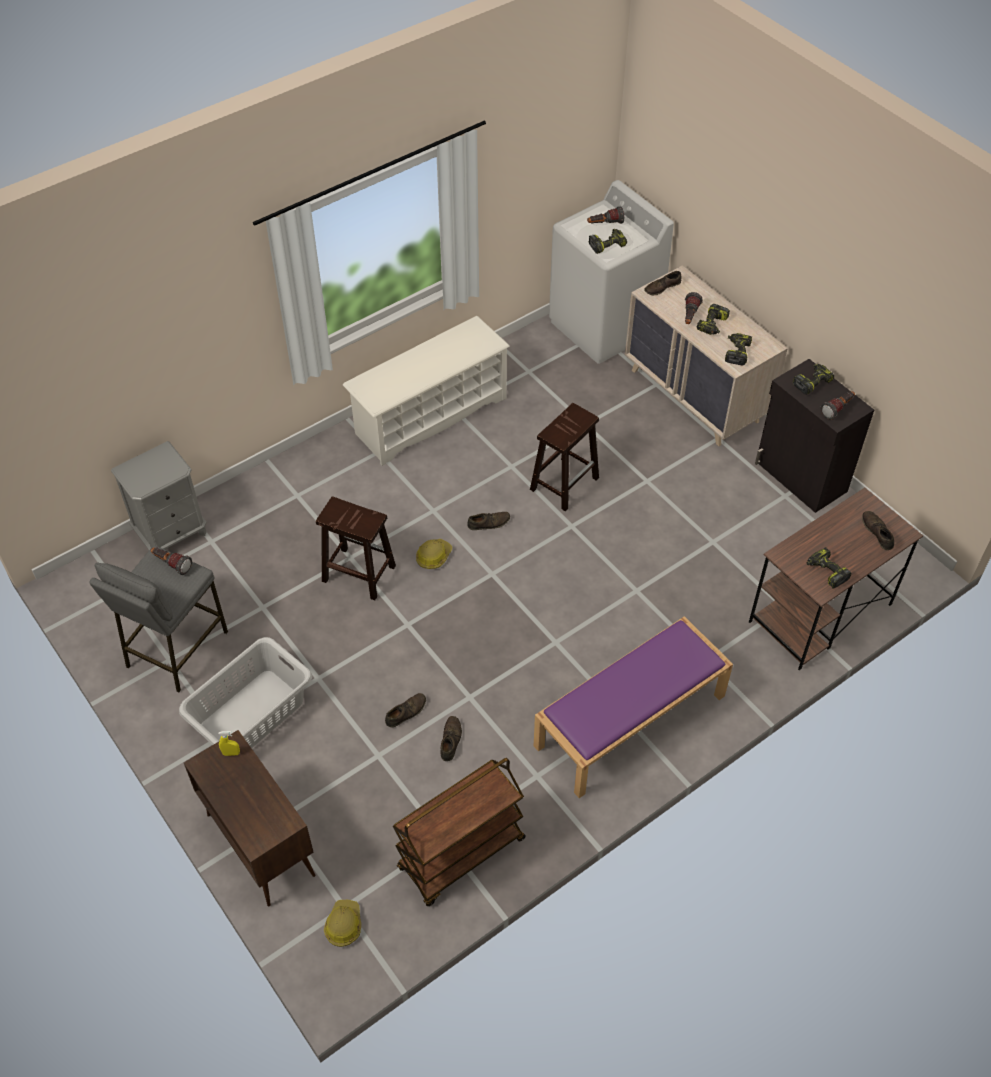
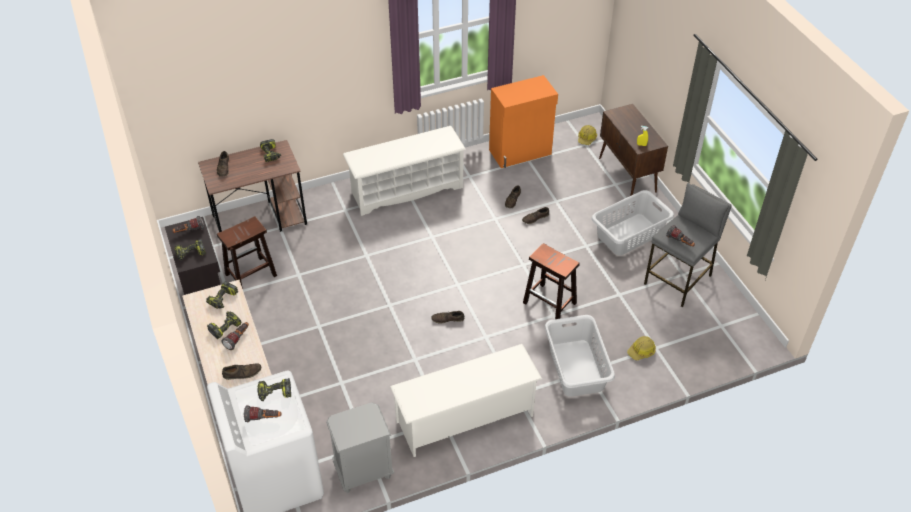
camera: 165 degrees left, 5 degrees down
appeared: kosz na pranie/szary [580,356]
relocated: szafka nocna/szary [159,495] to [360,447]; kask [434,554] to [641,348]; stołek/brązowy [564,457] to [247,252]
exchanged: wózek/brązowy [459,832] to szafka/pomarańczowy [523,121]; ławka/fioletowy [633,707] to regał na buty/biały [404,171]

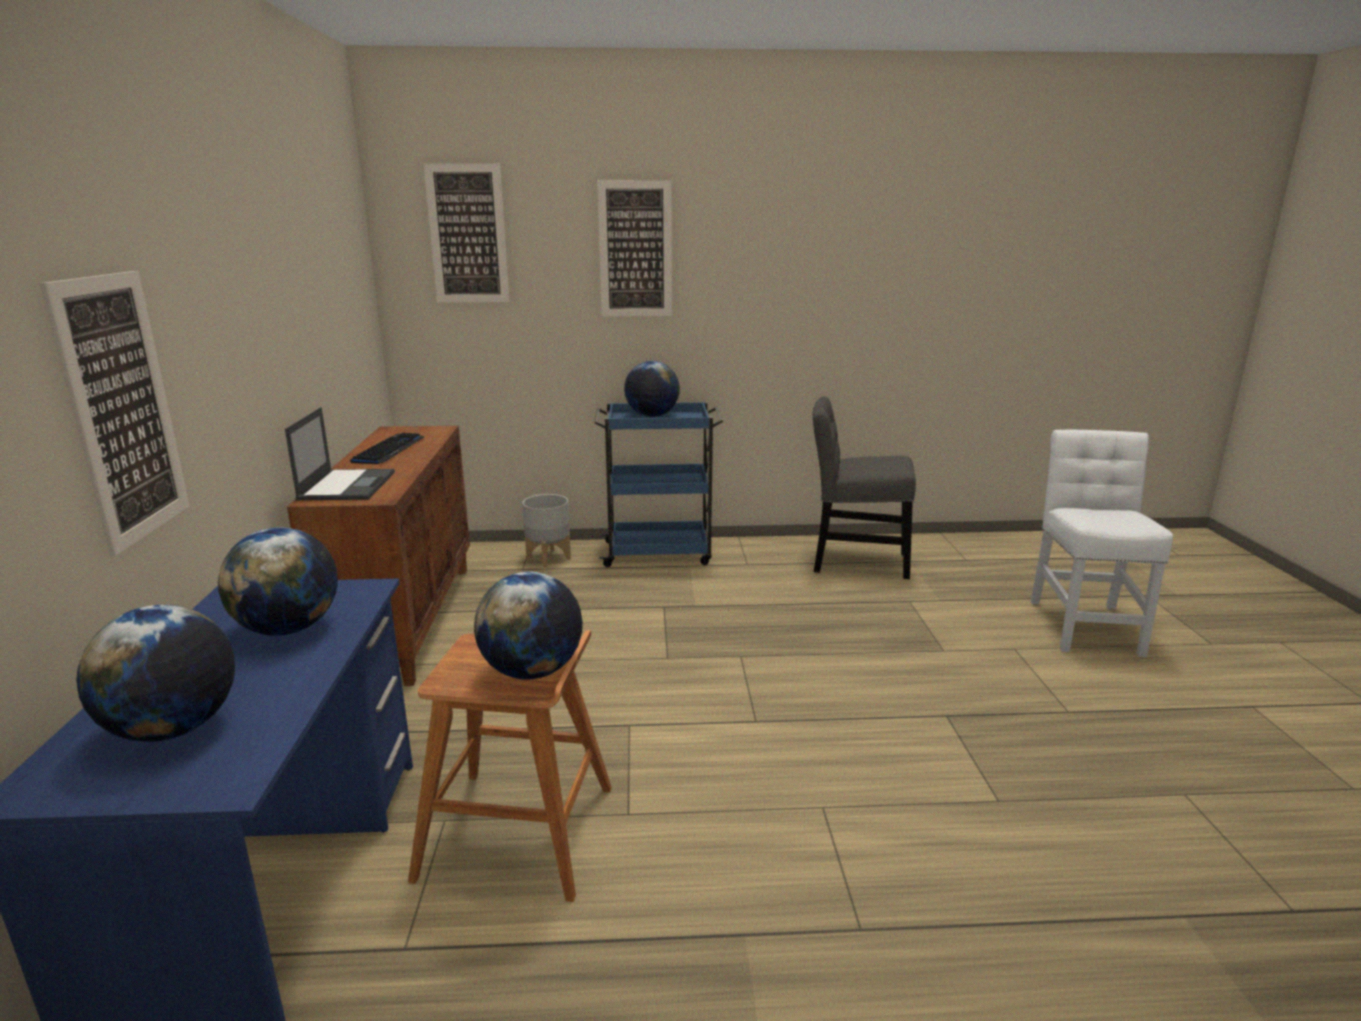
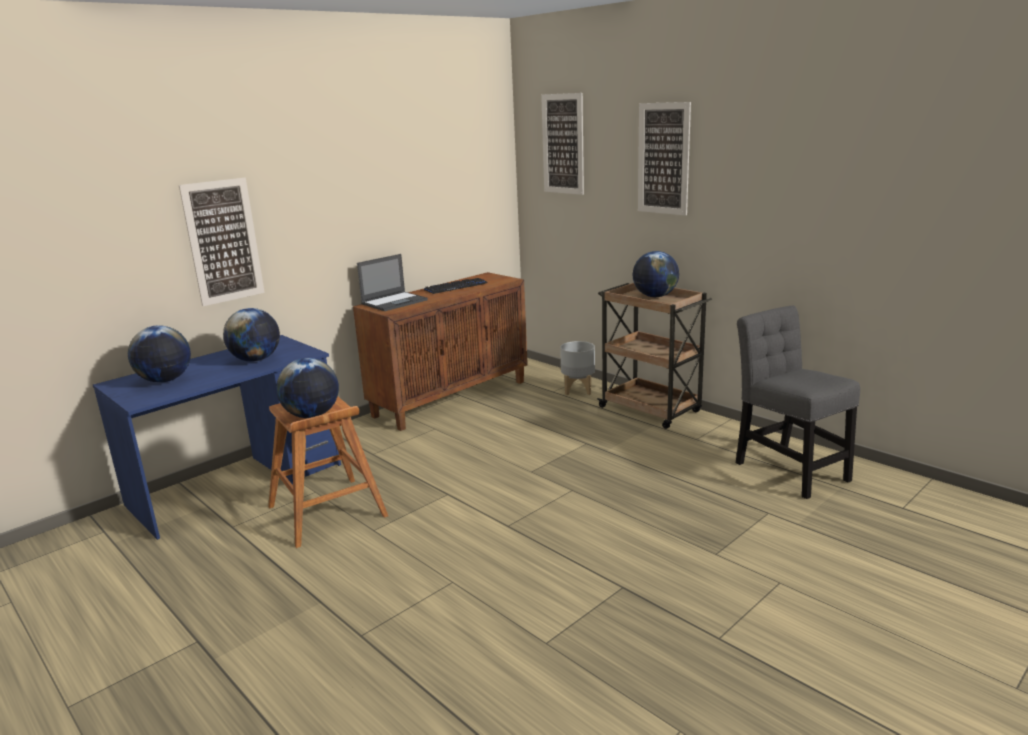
camera: 50 degrees right, 0 degrees up
missing: krzesło/biały [1102,543]
colour: wózek/niebieski [658,484] to wózek/brązowy [654,356]

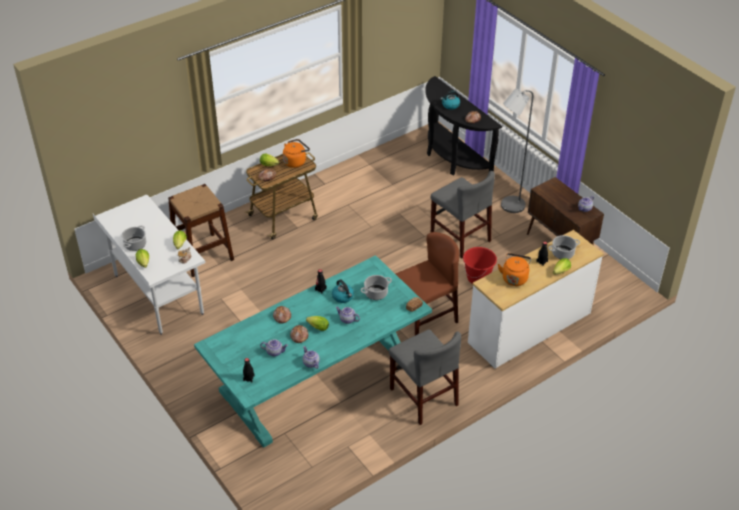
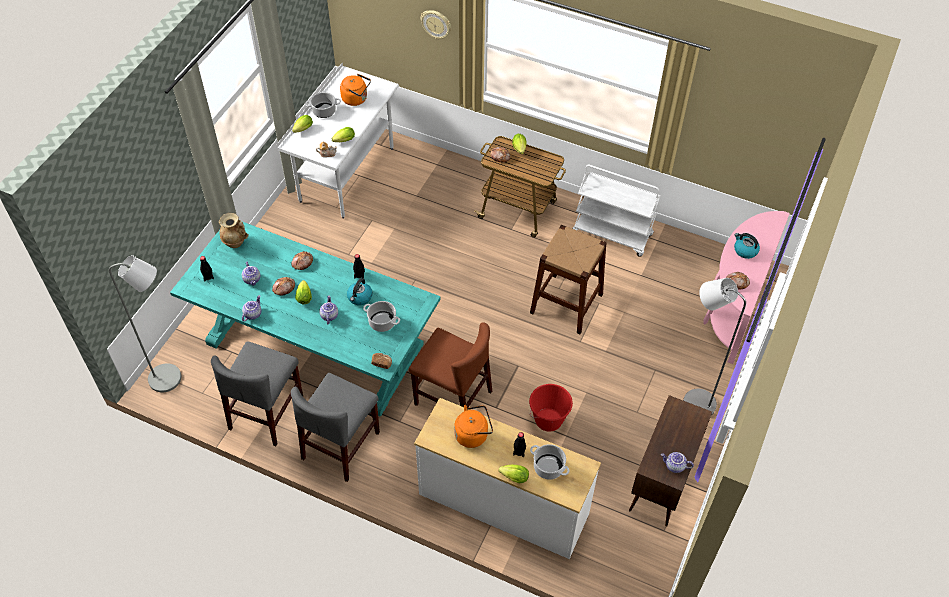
camera: 60 degrees right, 10 degrees up
appeared: lampa stojąca/szary [145,323]; wazon/beżowy [234,230]; zegar ścienny [436,24]; wózek/biały [616,211]
relocated: stołek/brązowy [201,230] to [568,279]; czajnik/pomarańczowy [296,153] to [355,90]; krzesło/szary [463,214] to [257,393]
colour: stolik konsolowy/czarny [463,126] to stolik konsolowy/różowy [746,287]

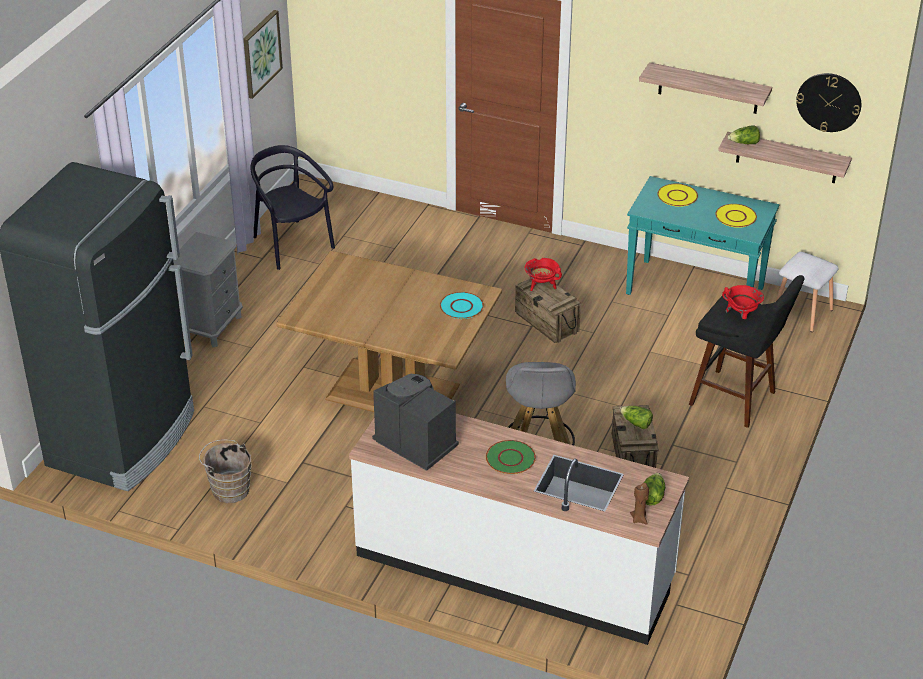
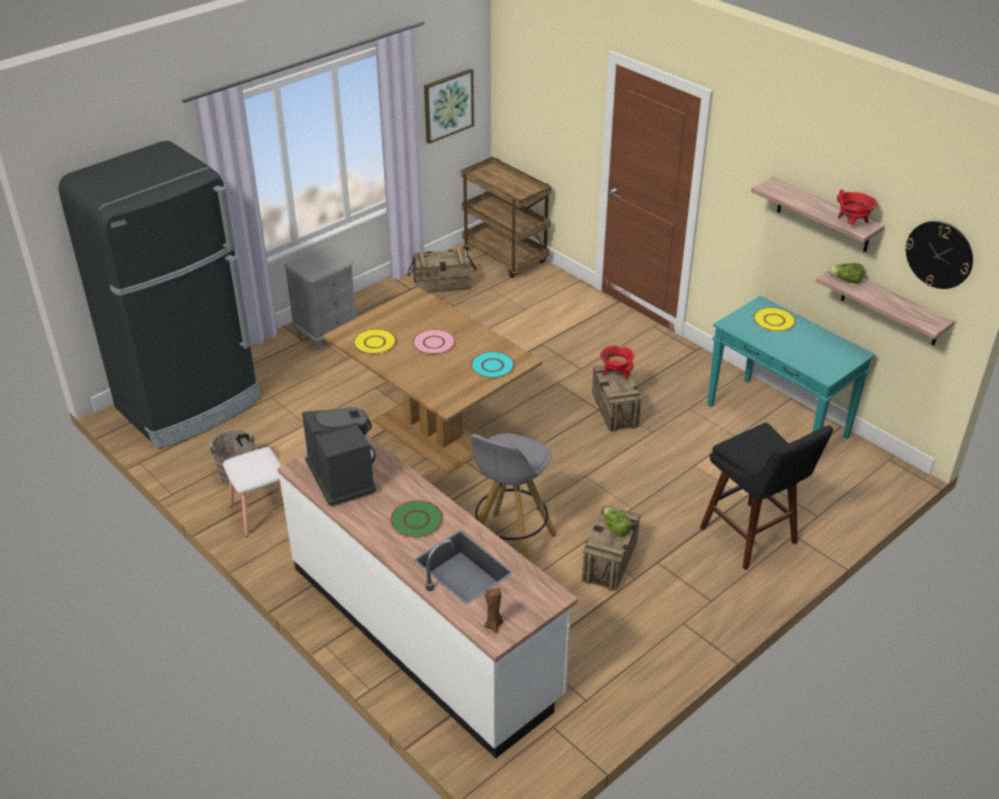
camera: 25 degrees right, 0 degrees up
missing: sałata [654,489]
appeared: talerz/różowy [434,342]; wózek/brązowy [506,217]
relocated: talerz/żółty [736,216] to [374,341]; garnek/czerwony [743,302] to [857,207]; stołek/biały [807,292] to [253,492]
exchanged: krzesło/czarny [292,207] to skrzynka [441,270]

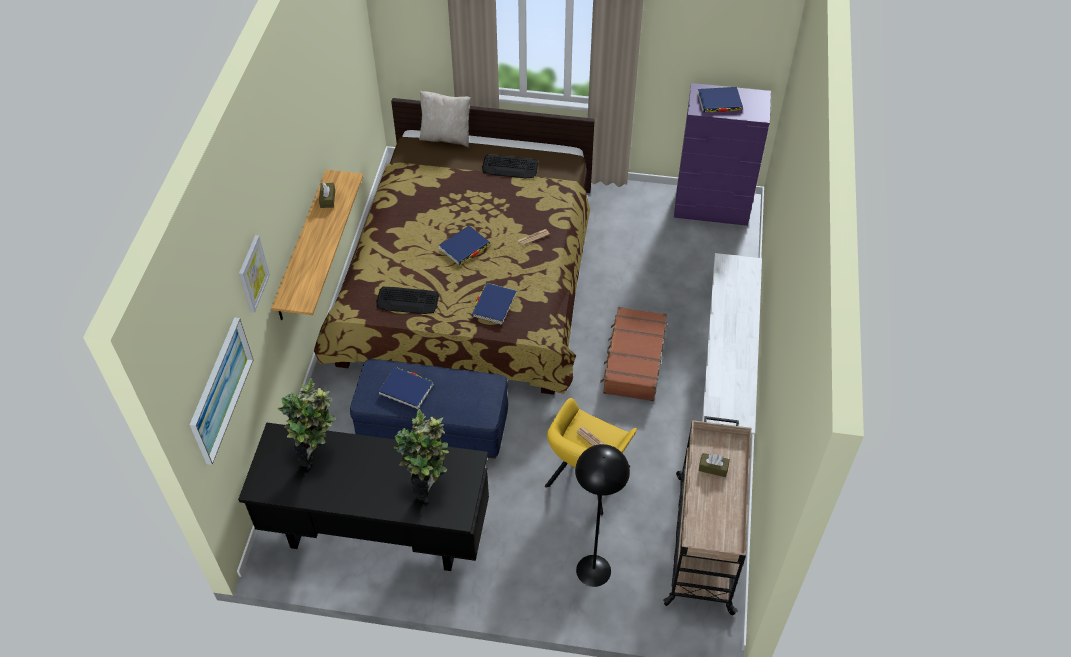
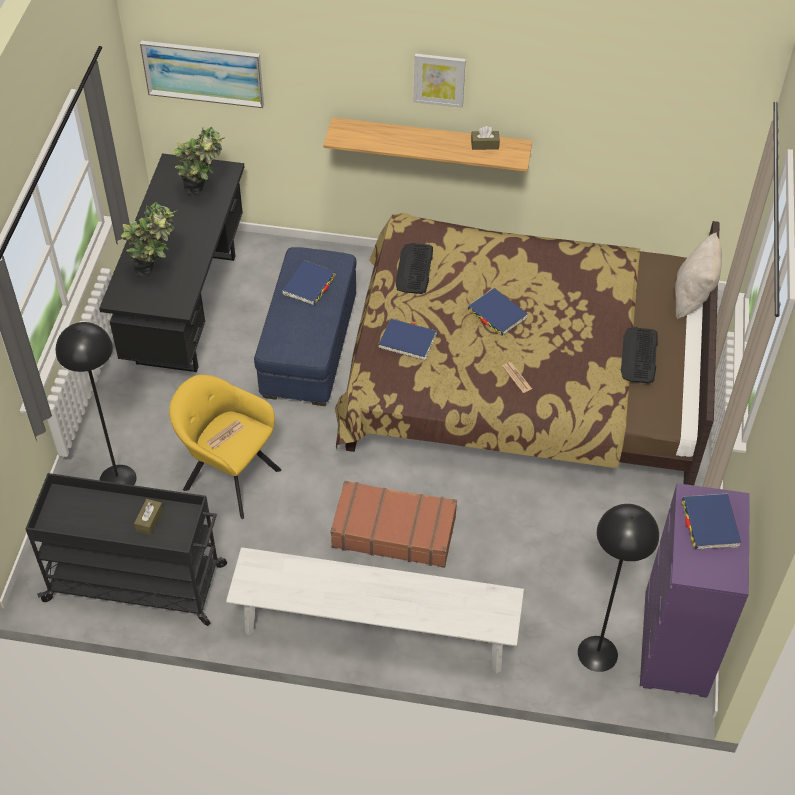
camera: 90 degrees right, 0 degrees up
appeared: lampa stojąca/czarny [618,588]
relocated: obraz [254,274] to [440,80]
colour: wózek/beżowy [707,515] to wózek/czarny [126,549]

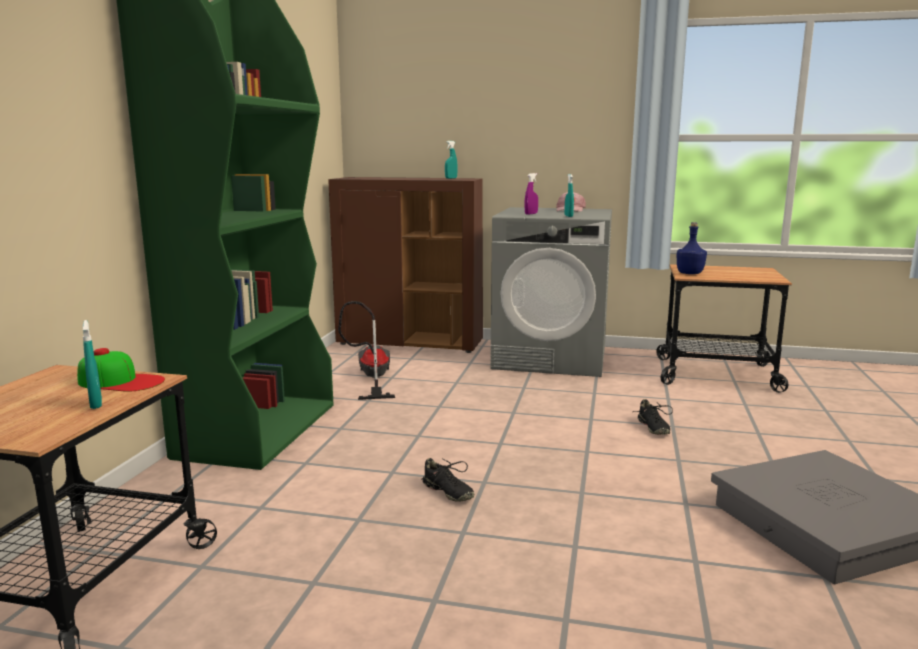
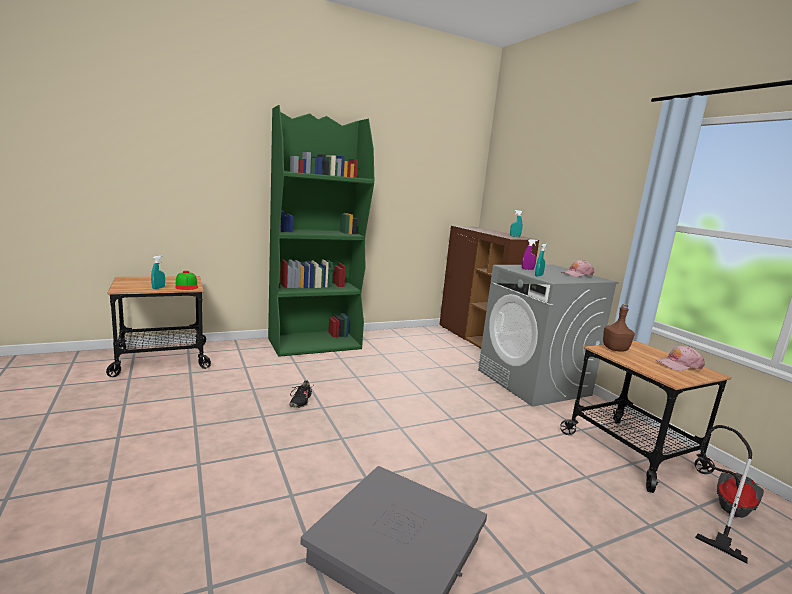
camera: 50 degrees right, 0 degrees up
missing: but/czarny [653,417]
appeared: czapka z daszkiem/różowy [680,358]
relocated: odkurzacz [366,350] to [729,494]
colour: butelka/niebieski [692,248] to butelka/brązowy [619,327]

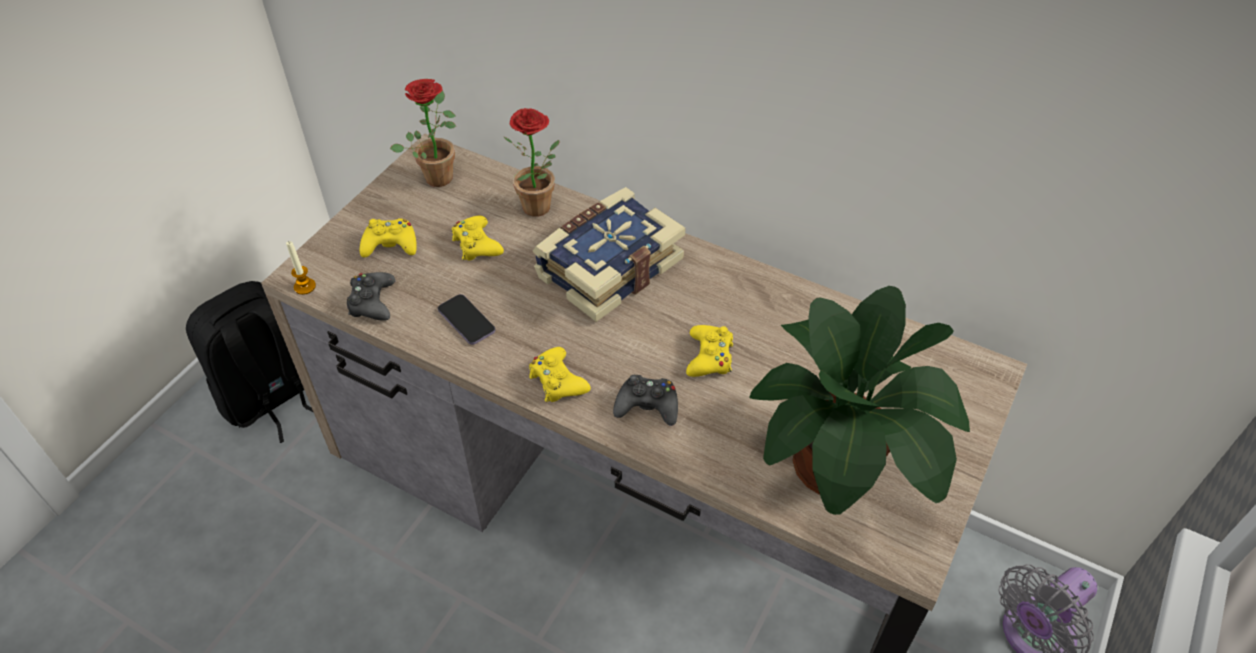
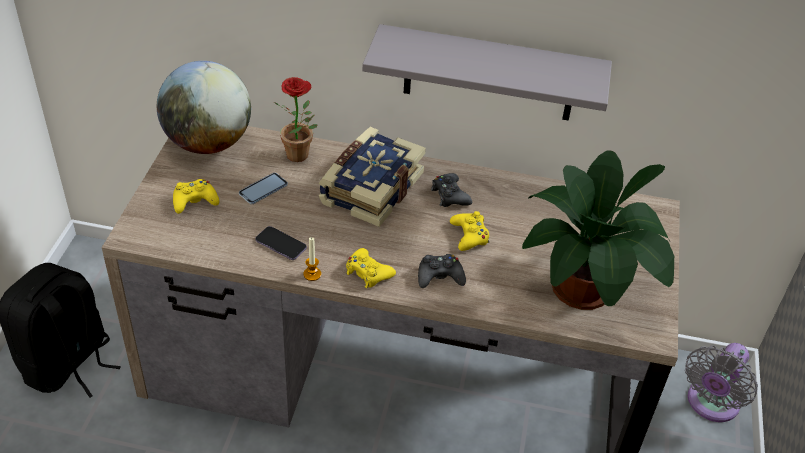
camera: 20 degrees left, 5 degrees down
appeared: półka/szary [487,72]
relocated: świeca [301,268] to [312,259]; pad do gier/czarny [371,296] to [451,190]
exchanged: roślina doniczkowa [423,133] to globus [204,107]; pad do gier/żółty [478,238] to telefon [263,188]

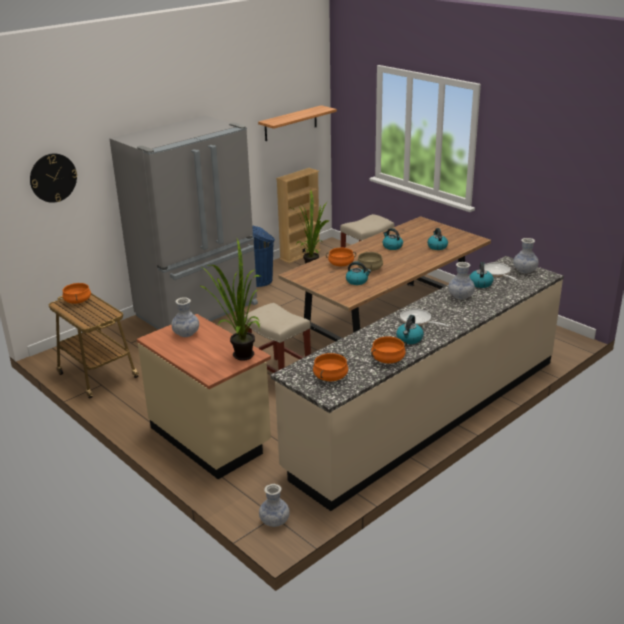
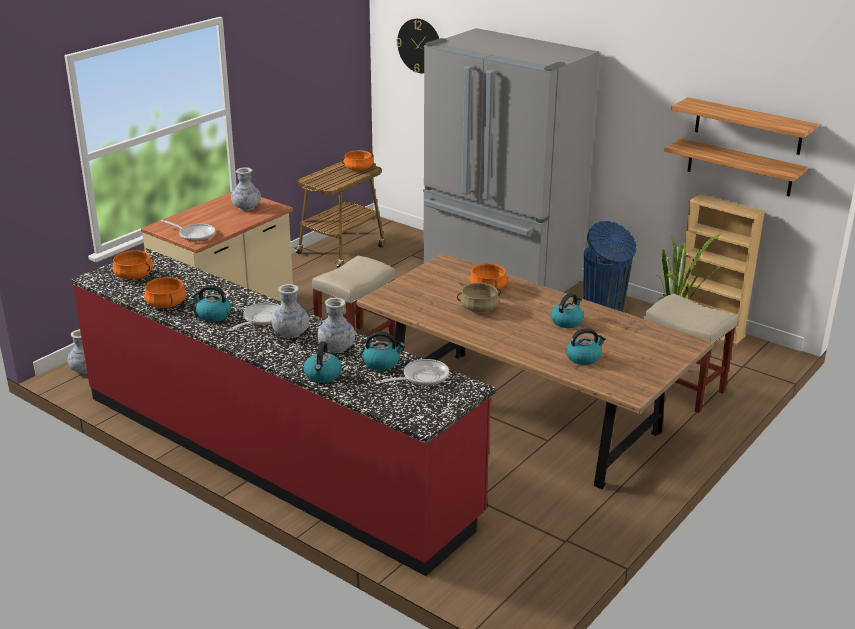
camera: 80 degrees right, 0 degrees up
appeared: półka [736,167]
relocated: czajnik [358,273] to [323,362]; wazon [526,256] to [290,311]
exchanged: roślina doniczkowa [229,300] to patelnia [188,230]
colour: zabudowa kuchenna/beżowy [417,383] to zabudowa kuchenna/czerwony [283,412]

